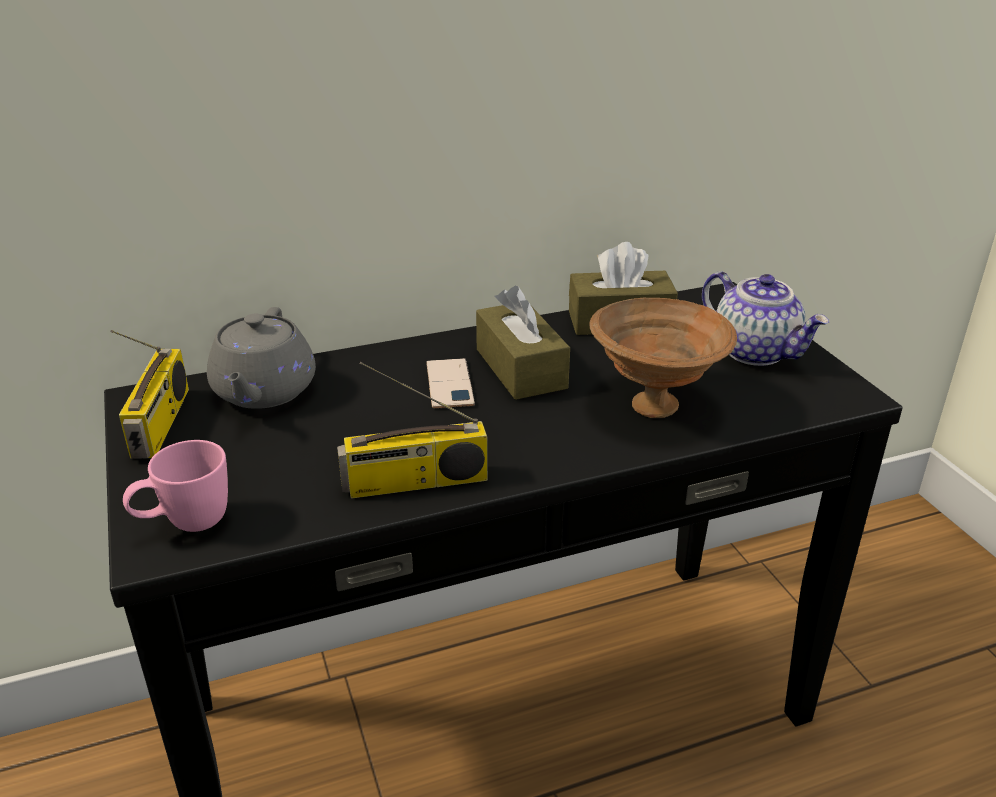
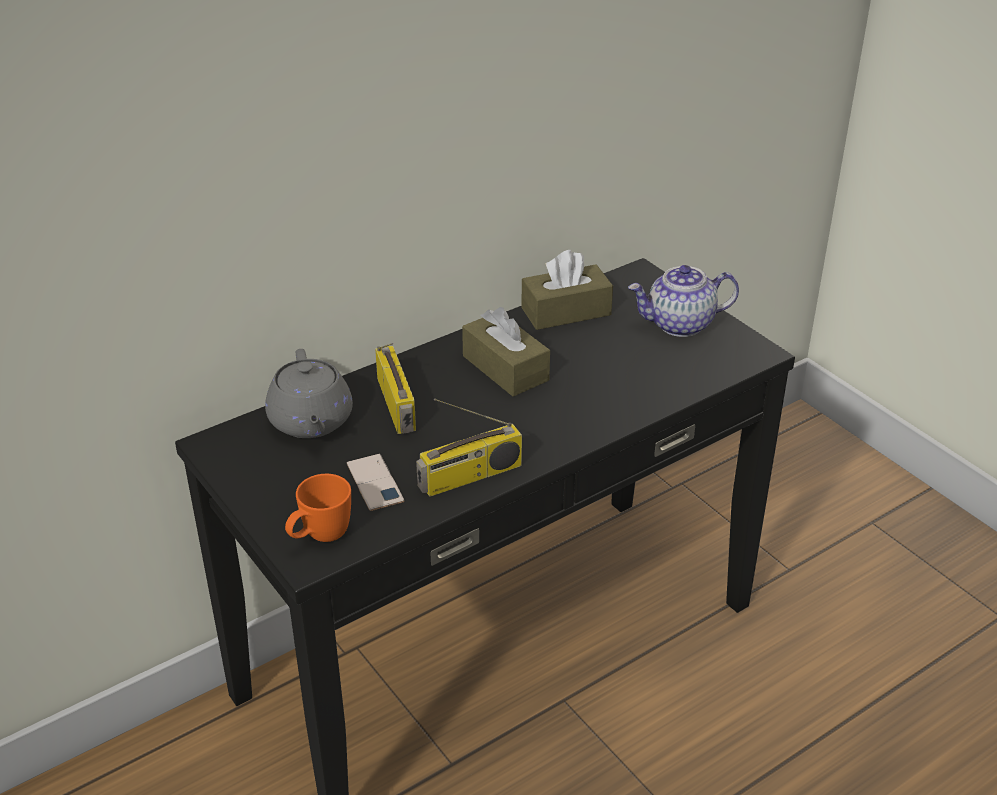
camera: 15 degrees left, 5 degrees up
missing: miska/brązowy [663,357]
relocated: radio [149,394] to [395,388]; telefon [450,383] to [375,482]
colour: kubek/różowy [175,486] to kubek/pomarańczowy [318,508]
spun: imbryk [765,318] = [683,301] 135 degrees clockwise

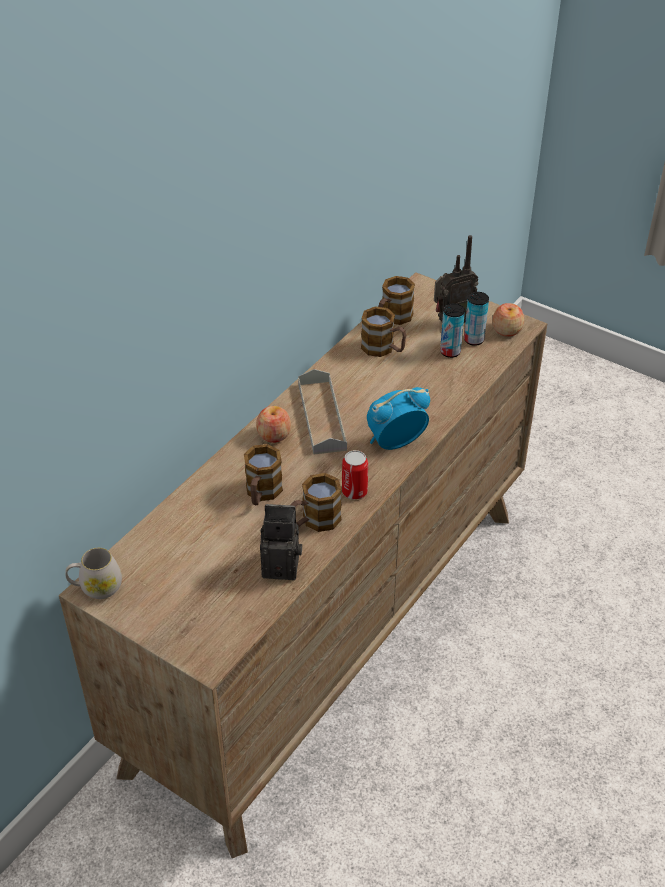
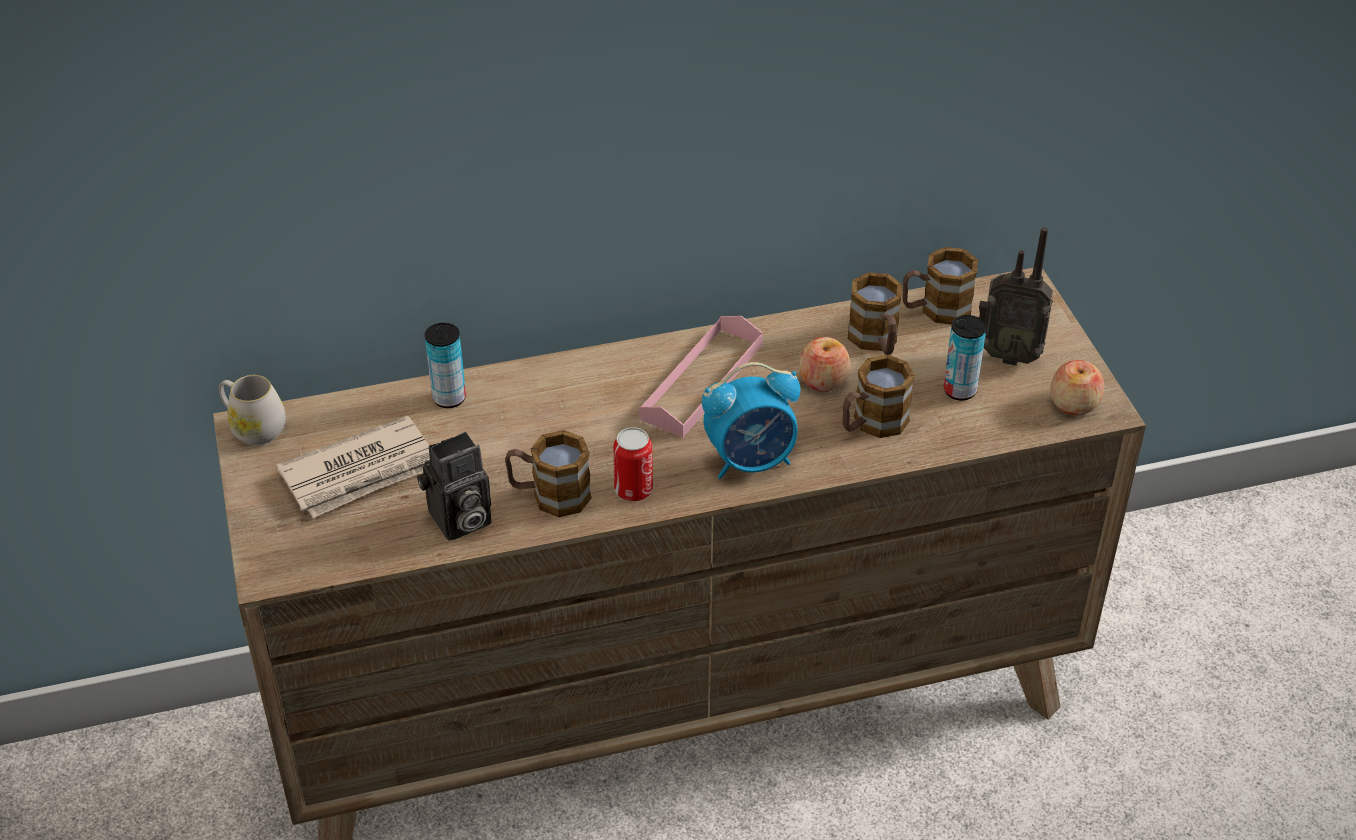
camera: 40 degrees right, 0 degrees up
appeared: gazeta [353,466]
relocated: kubek [263,474] to [879,396]; jabłko [273,424] to [825,364]; puszka [476,319] to [445,365]
colour: taca/szary [322,411] to taca/różowy [701,377]
spun: aparat fotograficzny [281,542] = [454,486] 105 degrees clockwise; budzik [398,418] = [751,420] 150 degrees clockwise

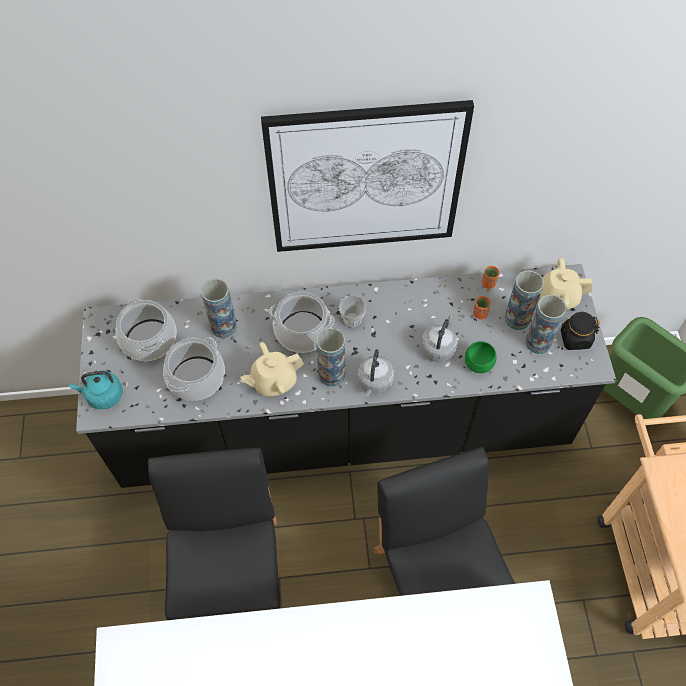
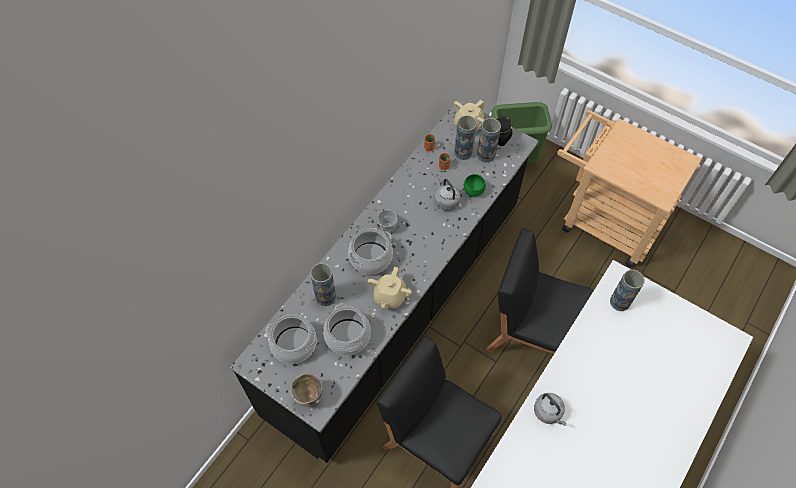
camera: 50 degrees left, 0 degrees up
missing: obraz [367,176]
relocated: wazon [330,357] to [627,290]; czajnik/szary [375,372] to [550,409]
exchanged: czajnik/turkusowy [96,390] to miska [306,390]

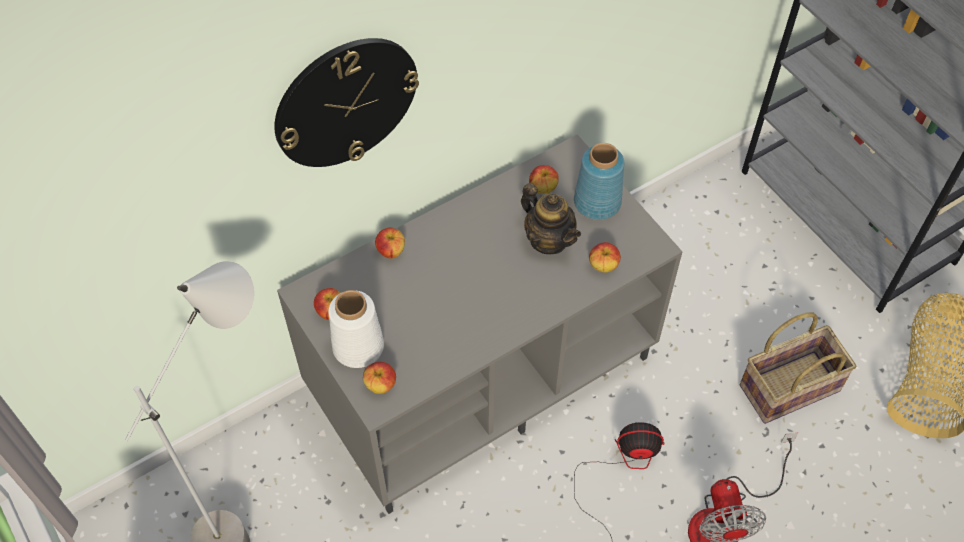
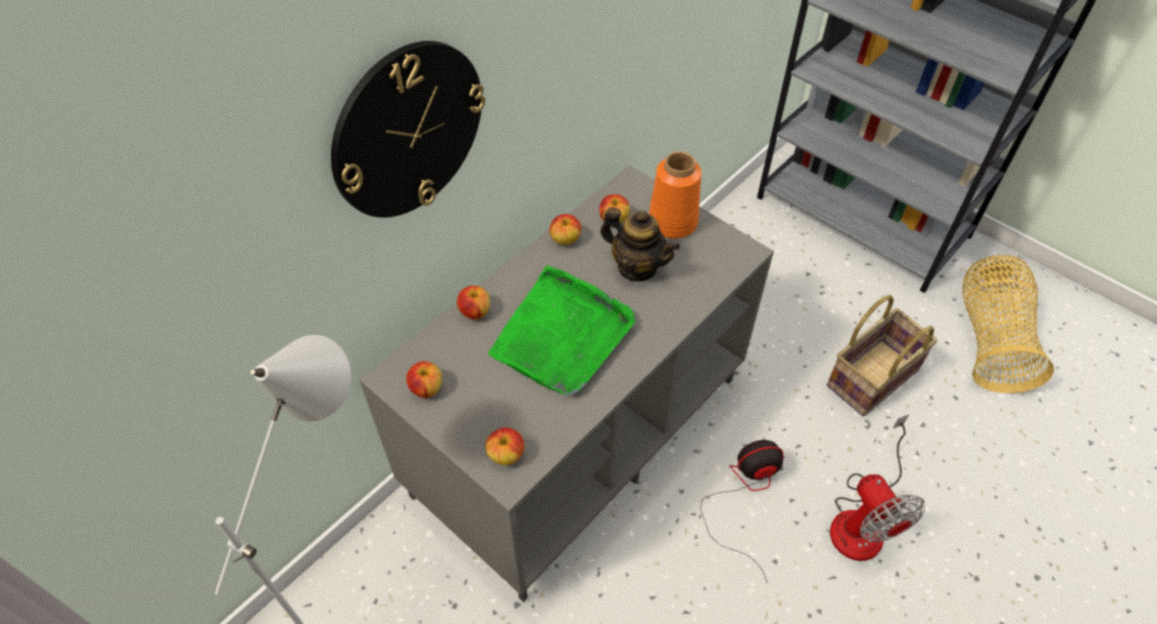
camera: 15 degrees left, 5 degrees down
missing: wazon/biały [356,329]
appeared: taca/zielony [561,331]
relocated: jabłko [605,257] to [565,229]
colour: wazon/niebieski [599,181] to wazon/pomarańczowy [675,195]

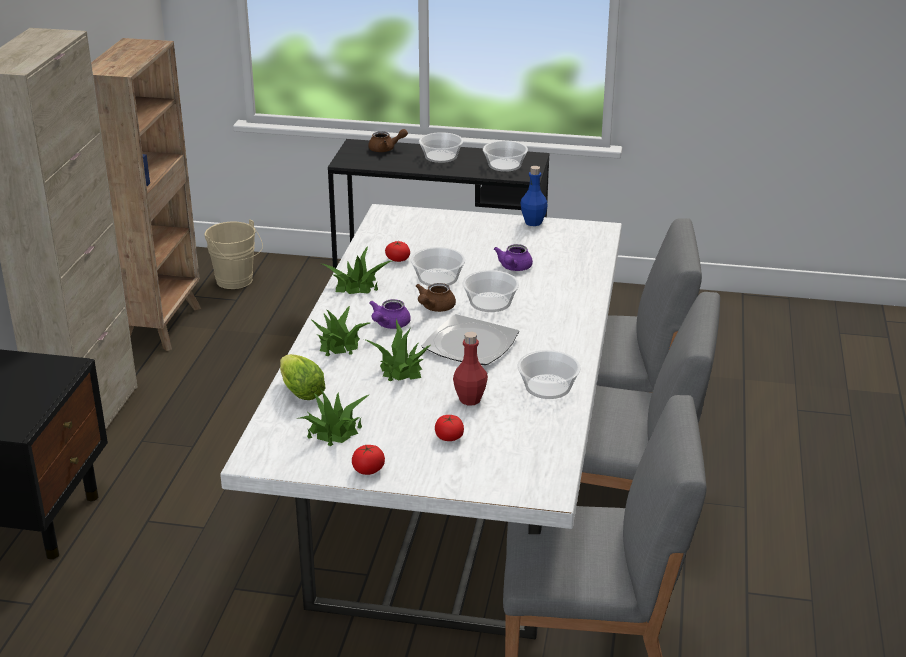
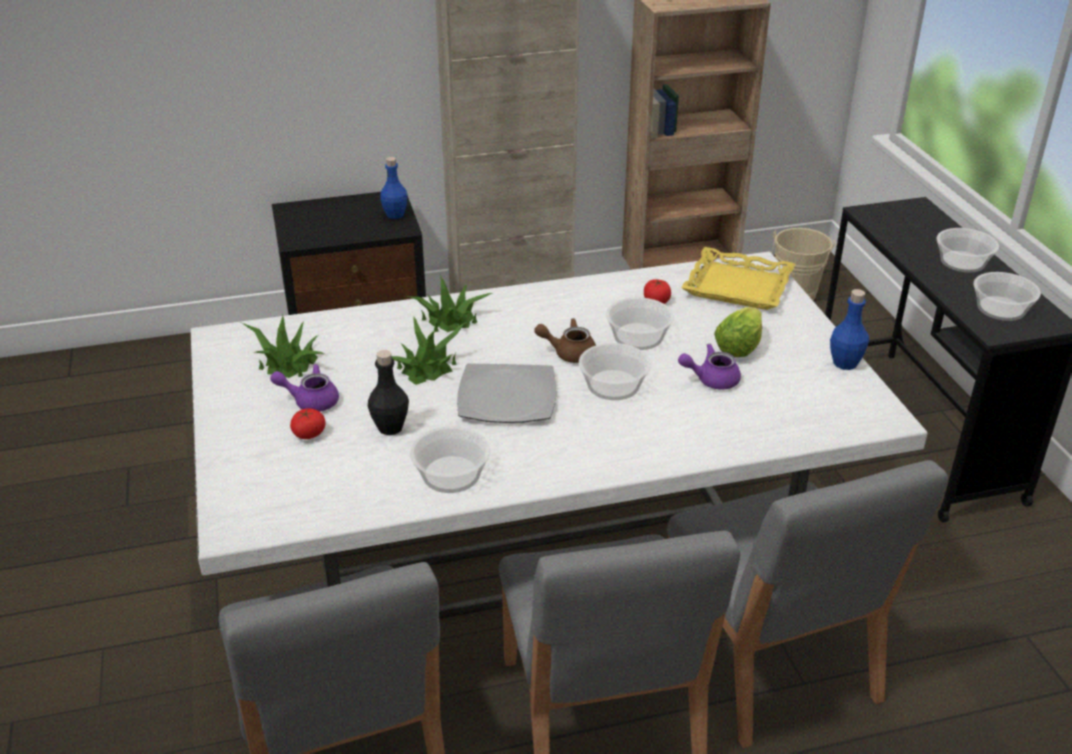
camera: 65 degrees right, 5 degrees up
missing: roślina doniczkowa [357,270]; pomidor [368,459]; imbryk/brązowy [388,140]
appeared: butelka/niebieski [393,188]; taca/żółty [738,278]
relocated: sałata [302,377] to [738,332]; imbryk/fioletowy [390,314] to [304,388]
colour: butelka/czerwony [470,369] to butelka/czarny [388,392]

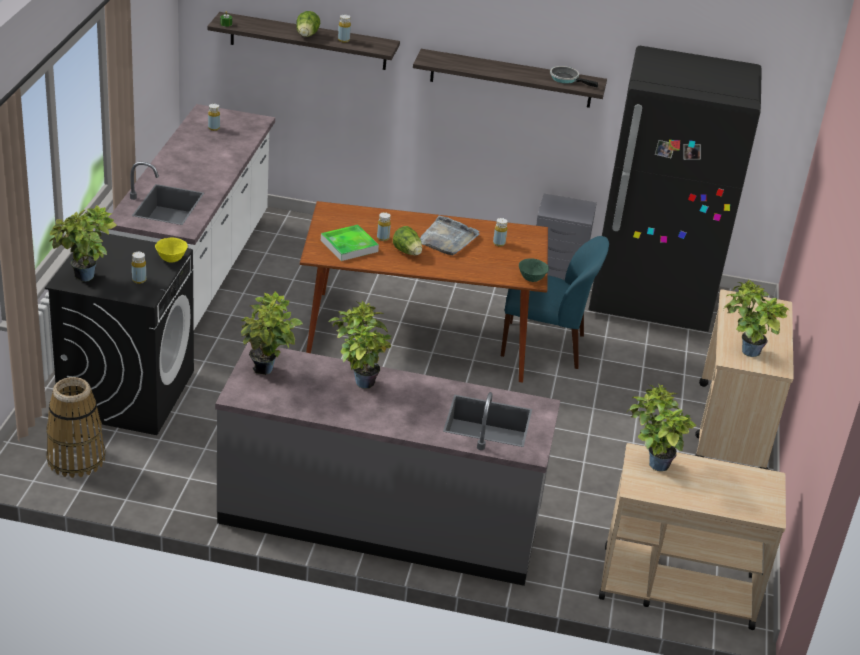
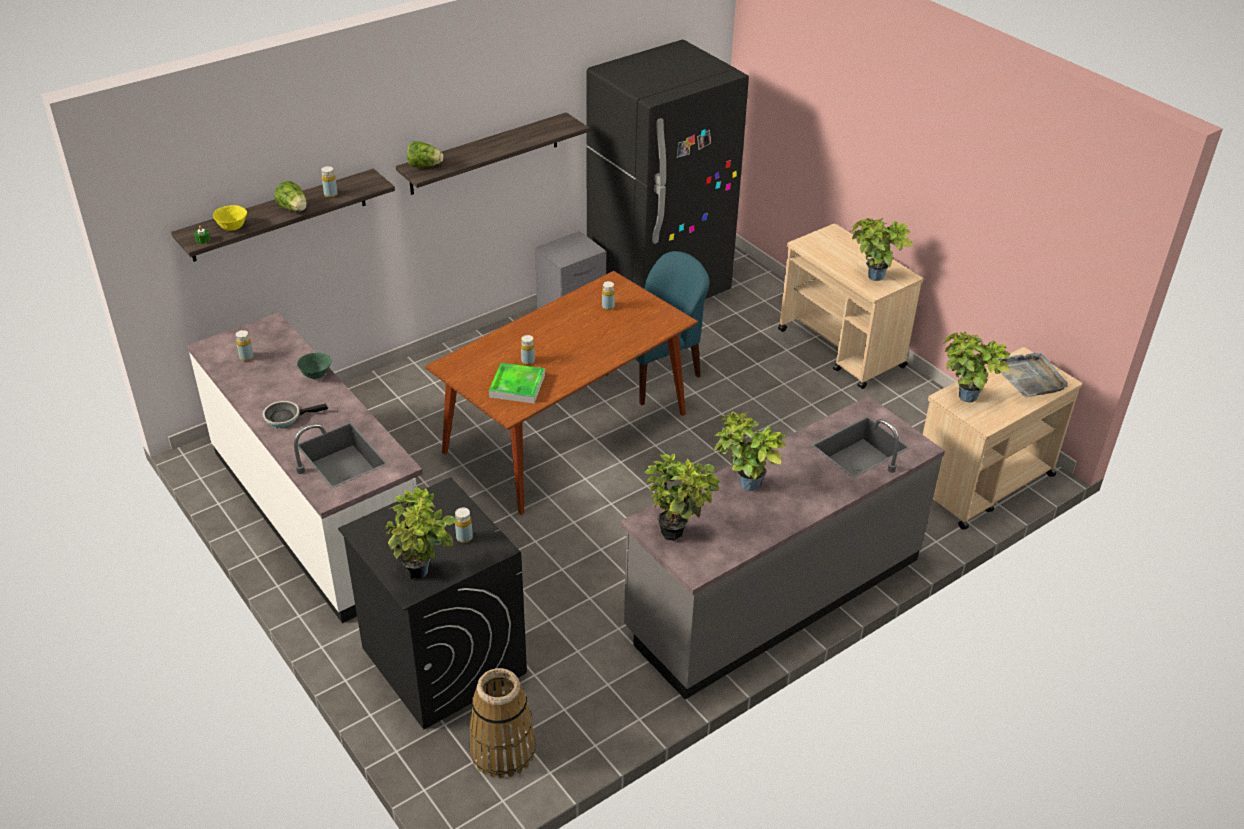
camera: 45 degrees left, 5 degrees up
relocated: miska/żółty [171,250] to [230,218]; sałata [407,240] to [425,154]; taca/szary [450,235] to [1033,375]; miska/zielony [534,270] to [314,366]; patelnia [574,77] to [295,414]

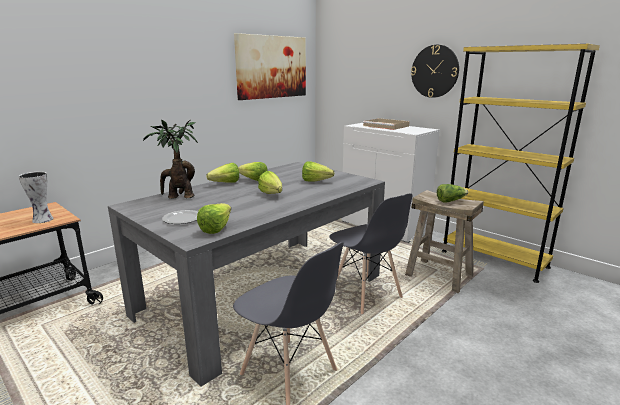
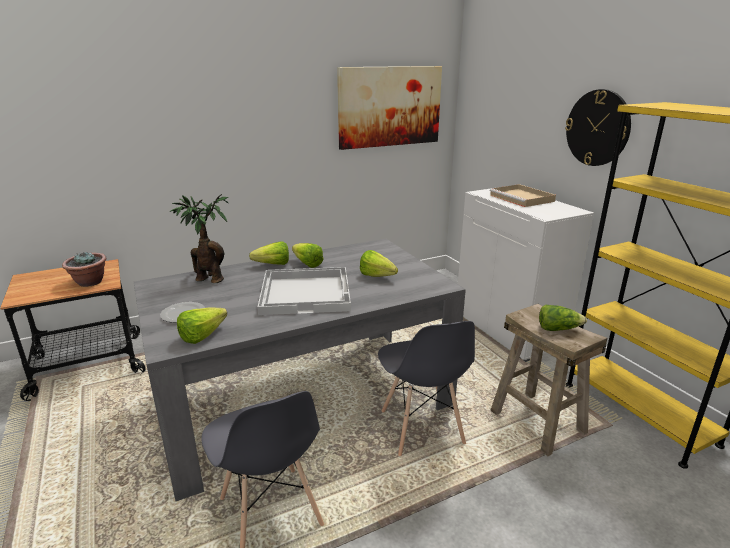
camera: 20 degrees right, 5 degrees up
exchanged: wazon [36,197] to roślina doniczkowa [84,269]; sałata [270,182] to taca/biały [304,291]

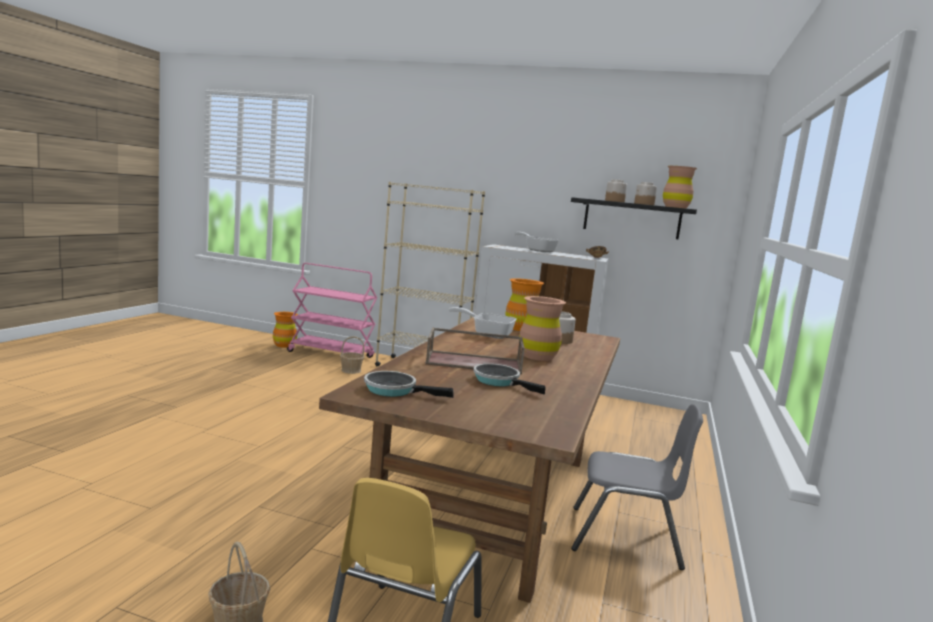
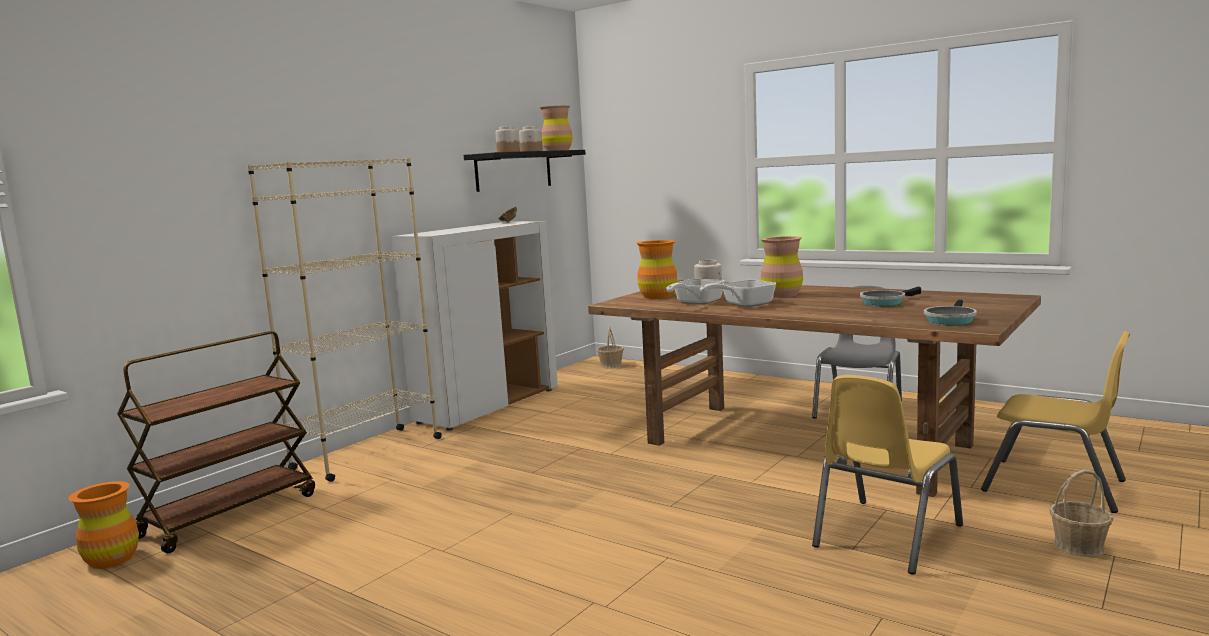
camera: 70 degrees left, 0 degrees up
missing: taca/brązowy [475,351]
appeared: krzesło/żółty [887,475]
relocated: koszyk [352,355] to [610,347]; patelnia [536,242] to [738,293]
colour: wózek/różowy [332,310] to wózek/brązowy [216,442]

